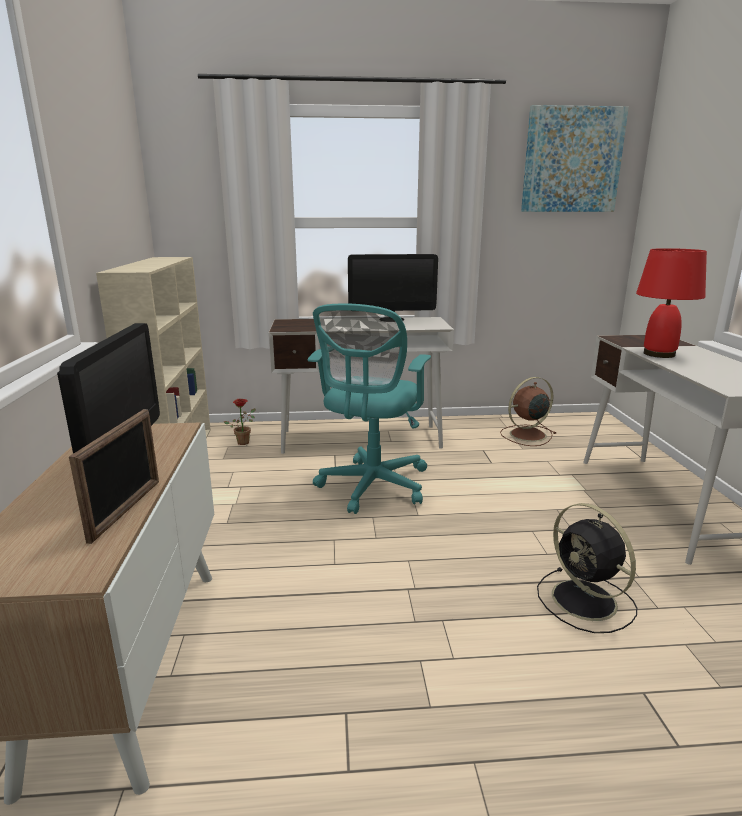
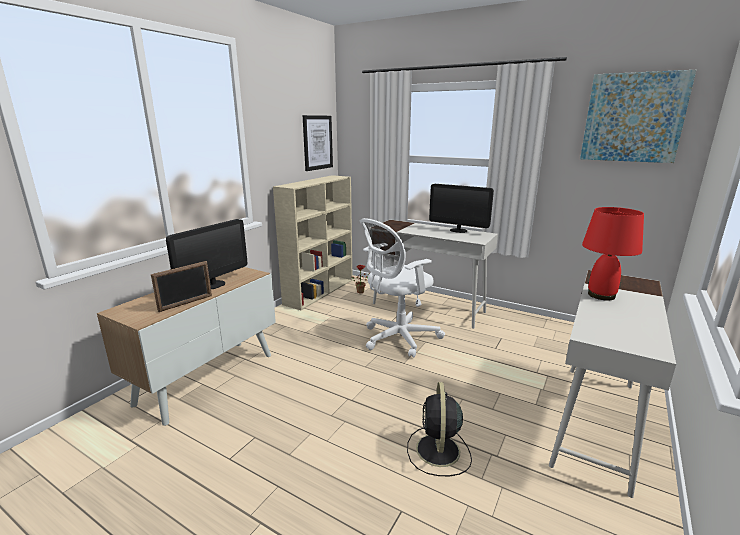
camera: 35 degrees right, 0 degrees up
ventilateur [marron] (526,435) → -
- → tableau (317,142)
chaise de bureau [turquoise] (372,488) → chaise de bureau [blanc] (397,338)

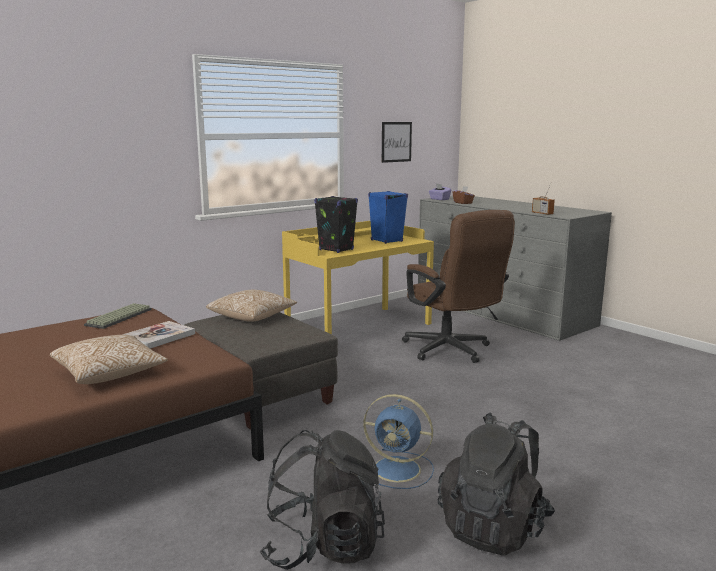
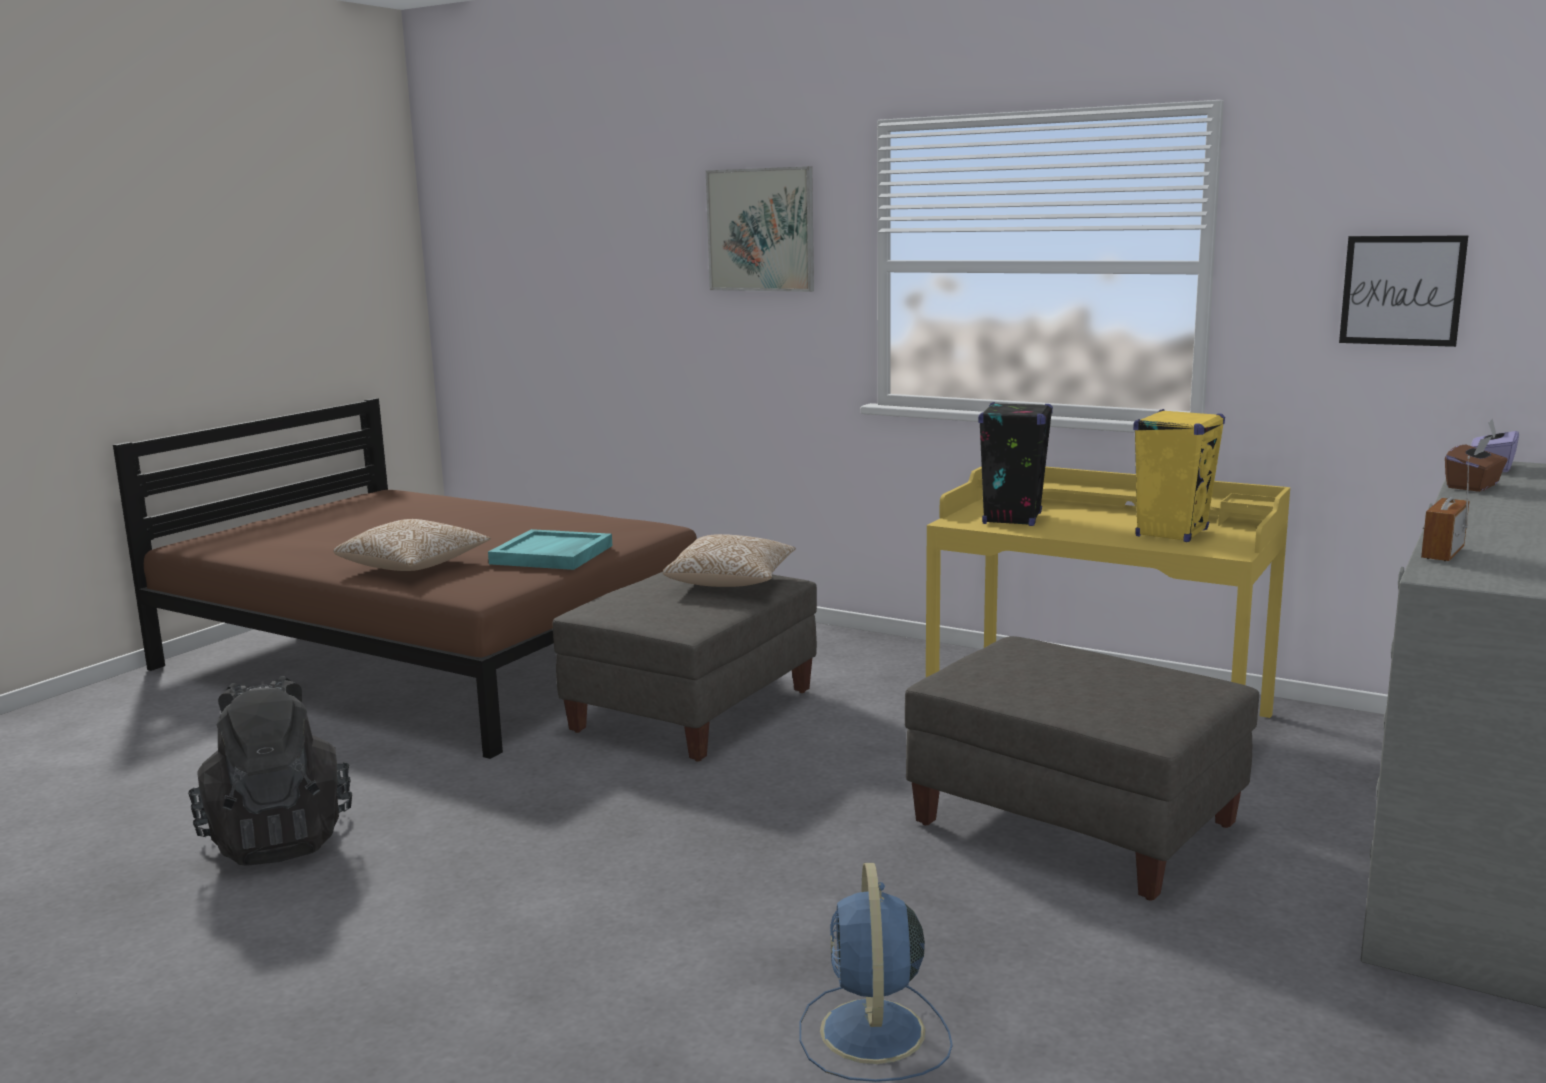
camera: 70 degrees right, 0 degrees up
clavier (119,317) → -
sac à dos [noir] (494,528) → -
- → tableau (761,230)
ventilateur [bleu] (399,470) → ventilateur [bleu] (873,1034), relocated
livre (159,336) → plateau [turquoise] (552,555)
chaise de bureau [marron] (452,351) → pouf [gris] (1074,825)
enceinte [bleu] (386,241) → enceinte [jaune] (1172,533)

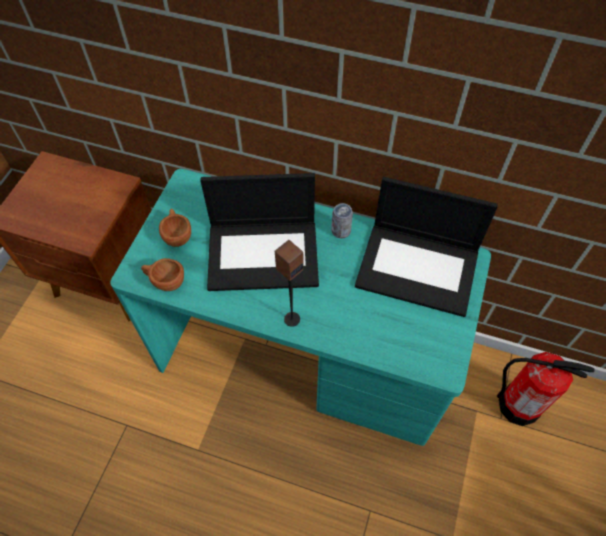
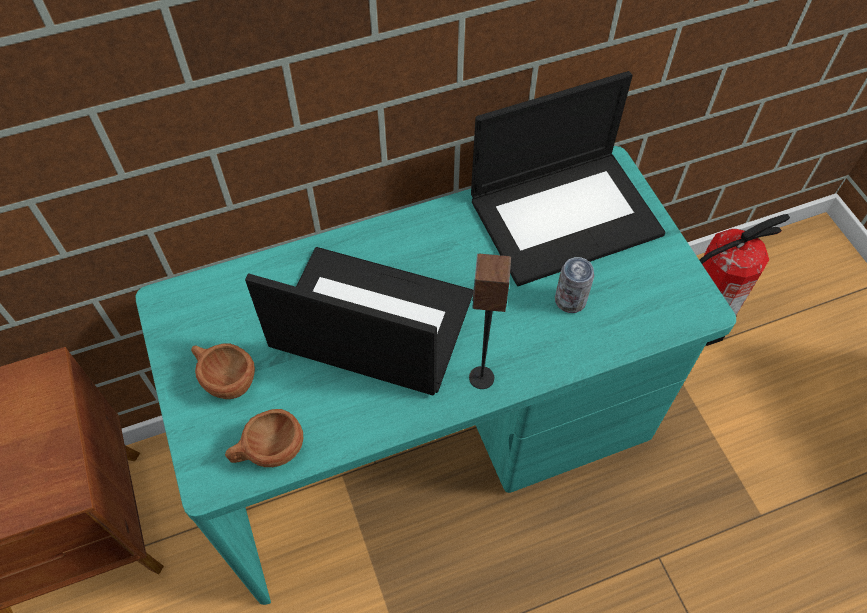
camera: 40 degrees left, 0 degrees up
boîte métallique (341,231) → boîte métallique (570,300), relocated
ordinateur portable (264,254) → ordinateur portable (369,322), 120 degrees counterclockwise

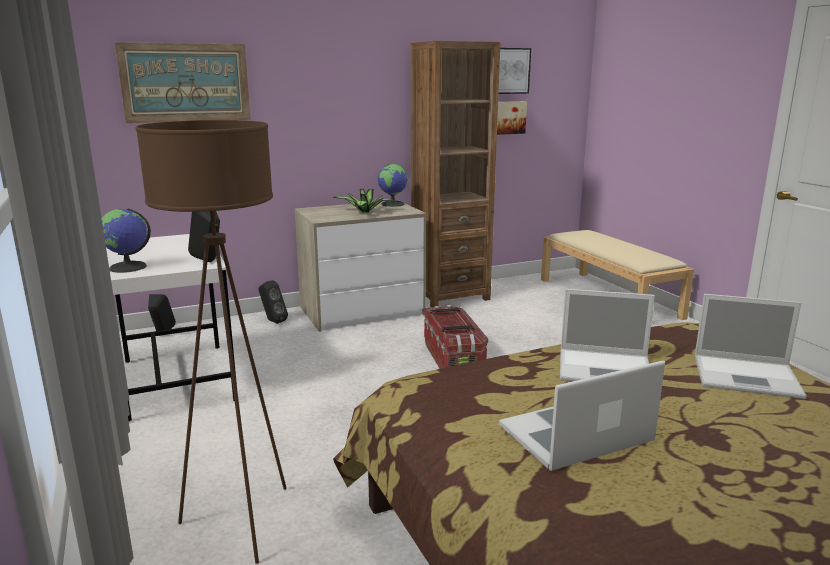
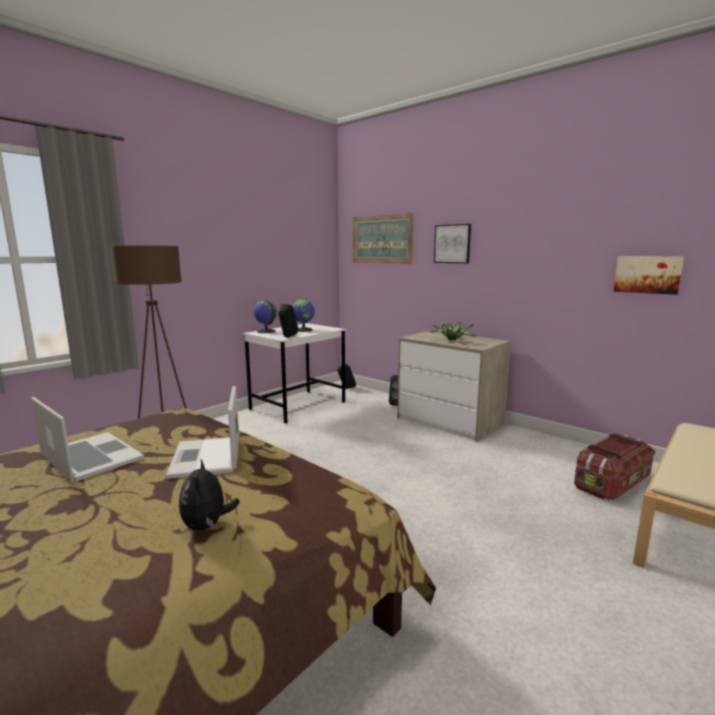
camera: 65 degrees right, 5 degrees down
bibliothèque [marron] (450,295) → -
globe (393,204) → globe (304,330), relocated
boîte de rangement (453,358) → boîte de rangement (612,483), relocated
tableau (509,71) → tableau (452,244), relocated
ordinateur portable (748,376) → peluche (207,525)

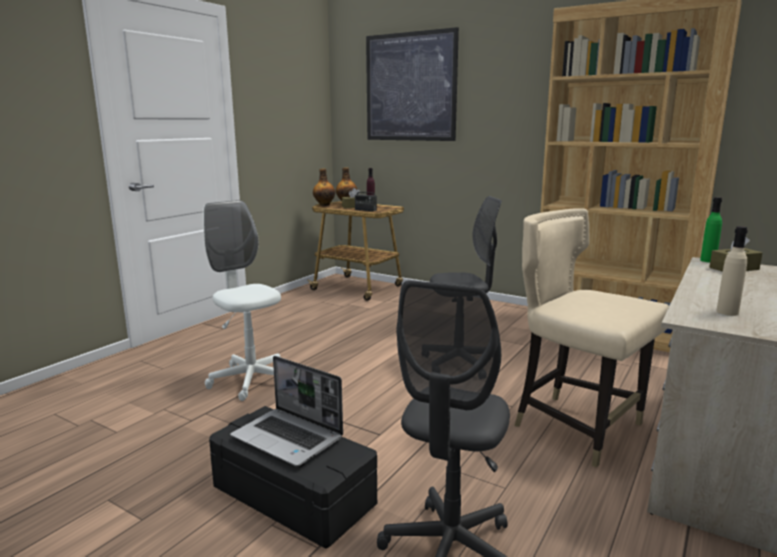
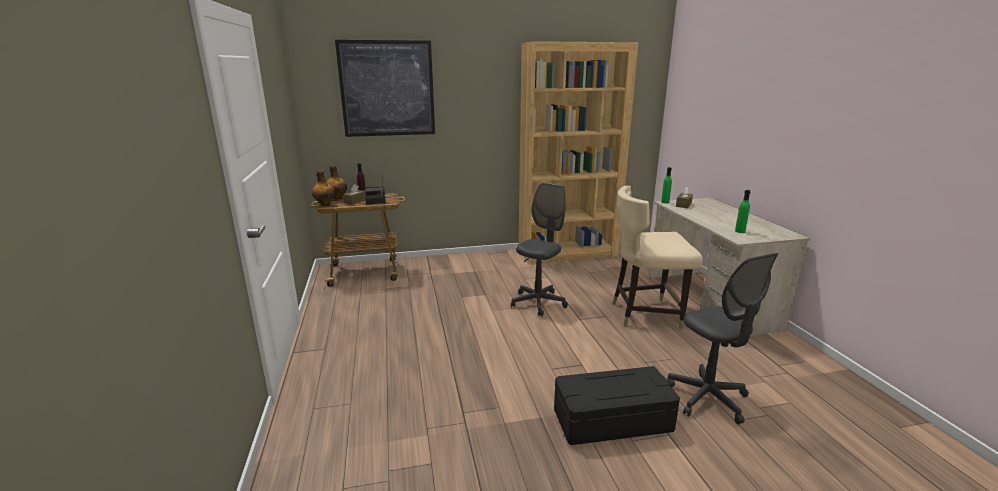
camera: 45 degrees left, 5 degrees up
chaise de bureau [blanc] (251,380) → -
ordinateur portable (289,438) → -
bouteille [beige] (727,312) → bouteille [vert] (740,231)

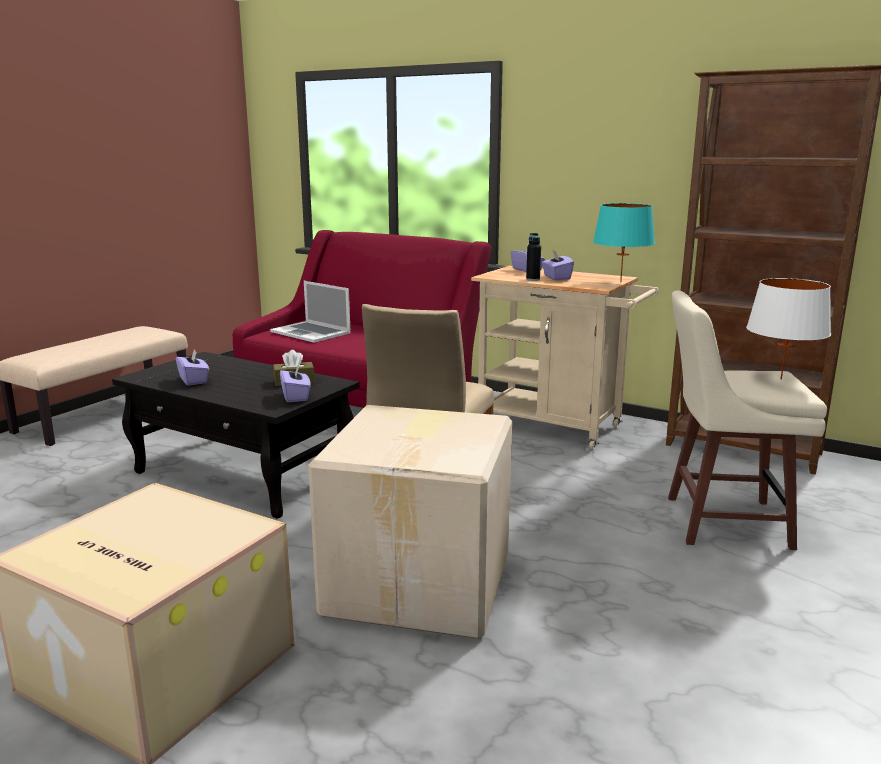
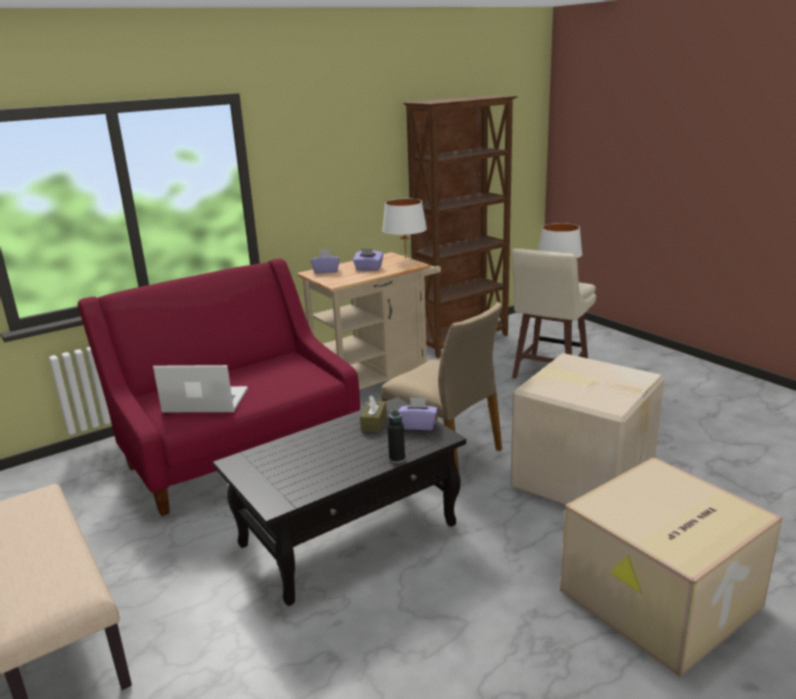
camera: 65 degrees left, 5 degrees up
boîte à mouchoirs [violet] (194,380) → -
bouteille [noir] (533,279) → bouteille [noir] (397,459), relocated
lampe de table [turquoise] (620,282) → lampe de table [blanc] (405,258)
ordinateur portable (311,332) → ordinateur portable (205,401), 150 degrees counterclockwise

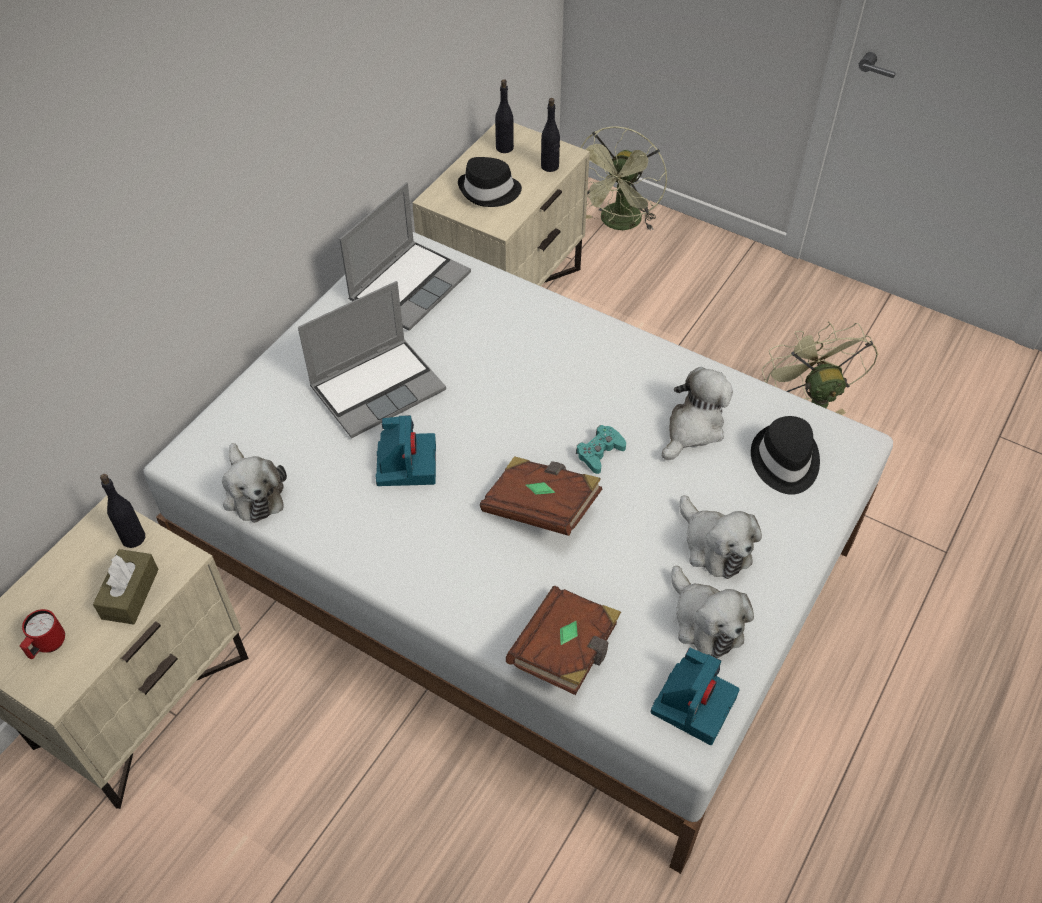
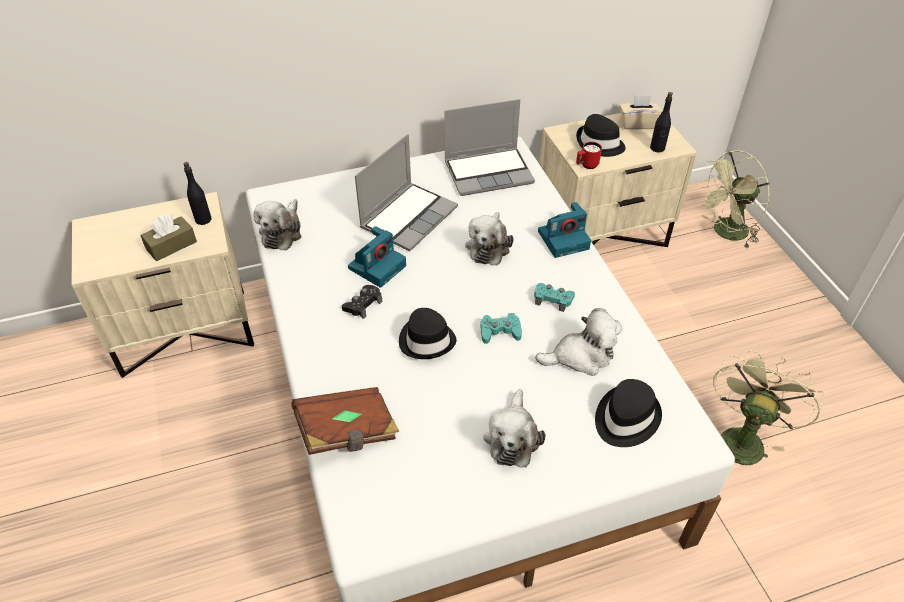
camera: 40 degrees right, 5 degrees down
- → manette [noir] (363,305)
- → manette [turquoise] (553,299)
mug [rouge] (47,646) → mug [rouge] (586,165), relocated
appareil photo (693,703) → appareil photo (564,239), relocated
peluche (705,622) → peluche (488,246), relocated
livre [marron] (541,507) → chapeau [noir] (427,340)
bouteille [noir] (504,147) → boîte à mouchoirs [beige] (637,124)
ordinateur portable (378,387) → ordinateur portable (408,217), 60 degrees counterclockwise

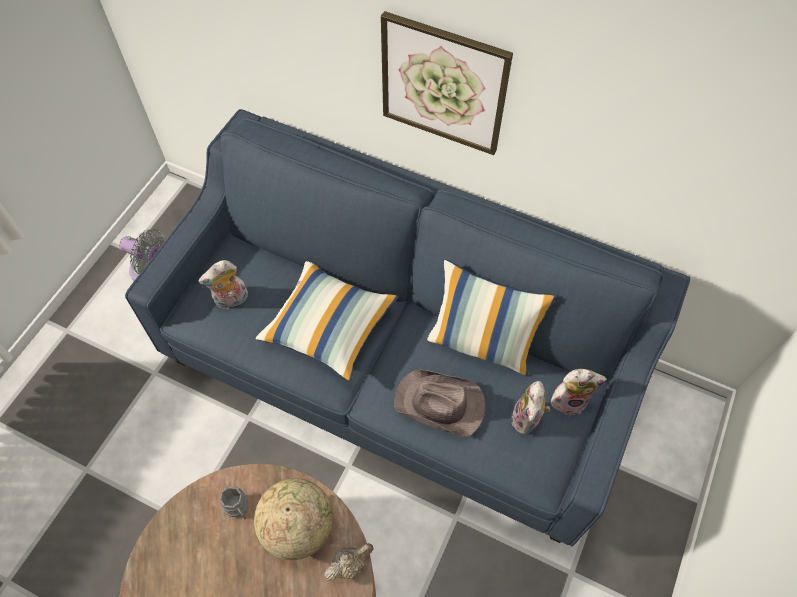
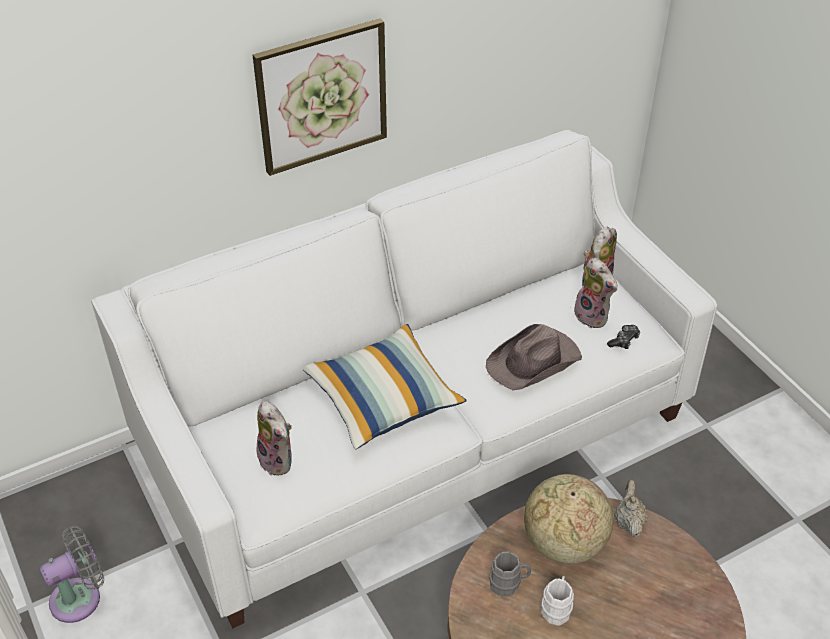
camera: 55 degrees left, 15 degrees down
coussin (482,343) → -
- → mug [blanc] (557,607)
- → manette (624,340)
canapé [bleu] (399,365) → canapé [blanc] (414,433)
peluche (231,300) → peluche (279,460), 45 degrees counterclockwise

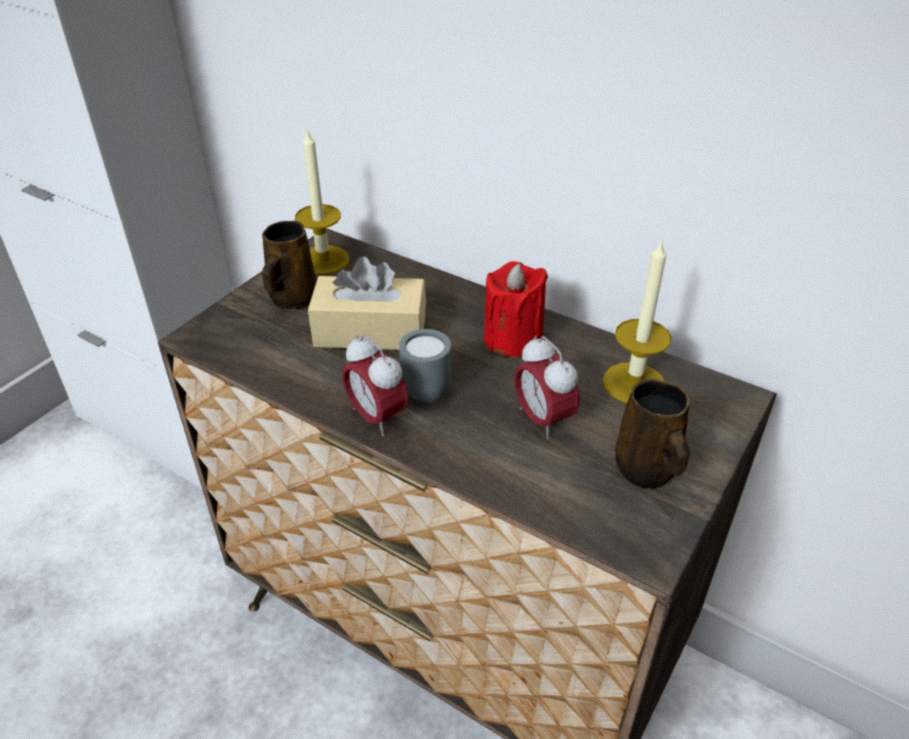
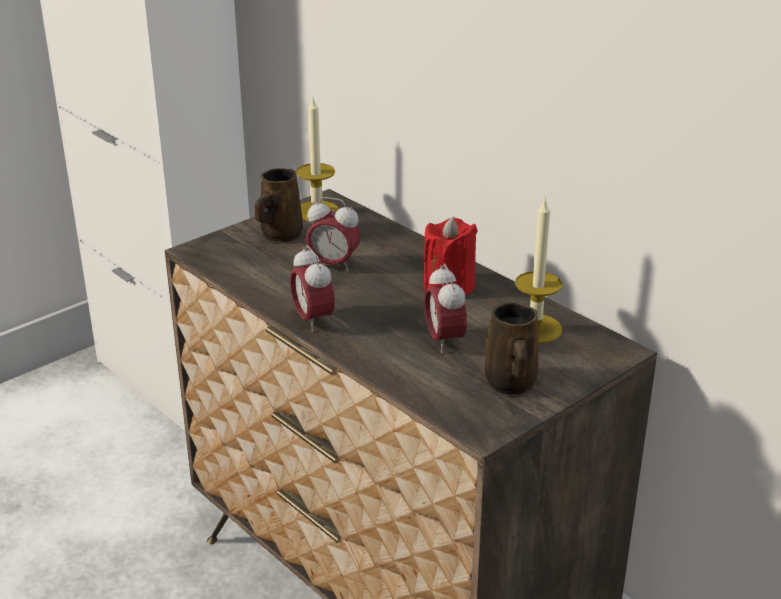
camera: 15 degrees right, 10 degrees down
mug [gris] (430,389) → -
boîte à mouchoirs [beige] (370,331) → réveil (333,265)

